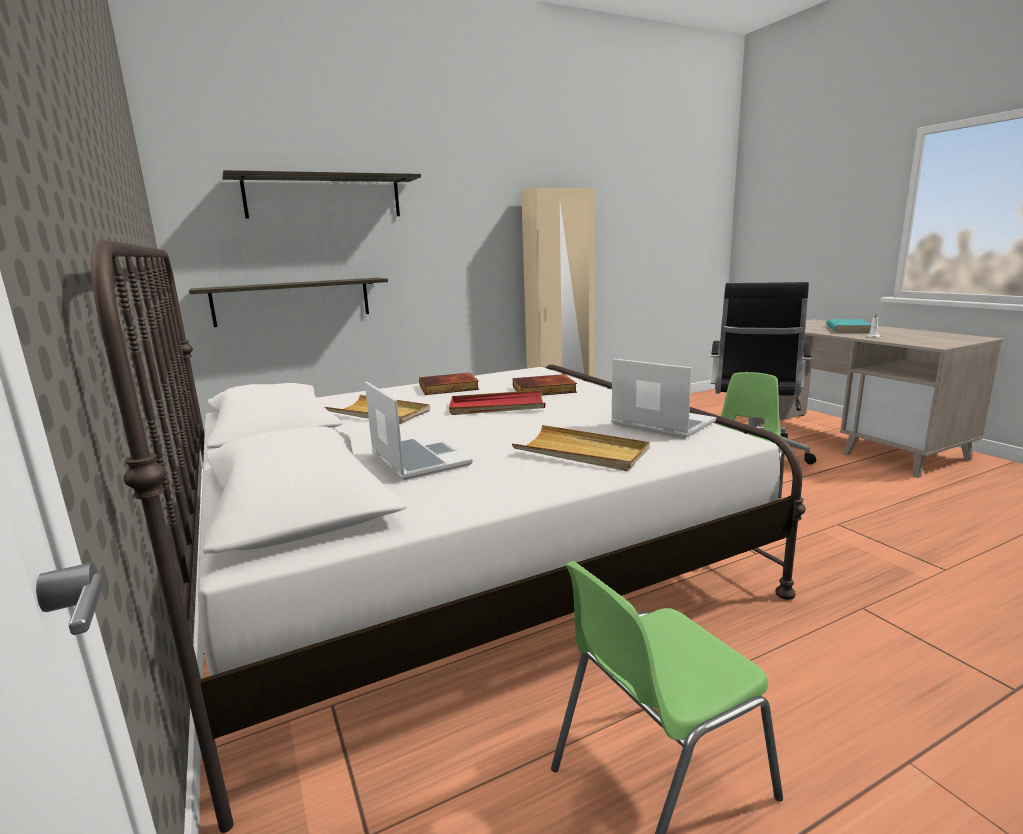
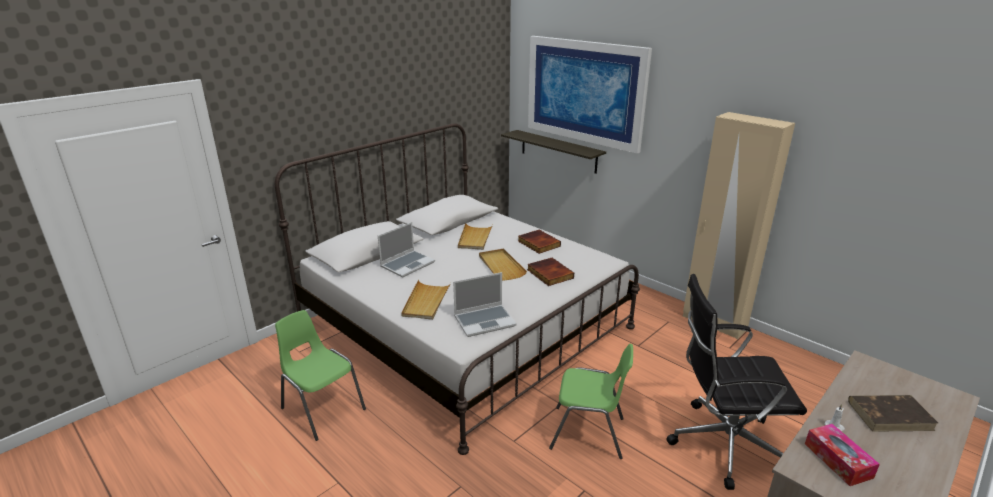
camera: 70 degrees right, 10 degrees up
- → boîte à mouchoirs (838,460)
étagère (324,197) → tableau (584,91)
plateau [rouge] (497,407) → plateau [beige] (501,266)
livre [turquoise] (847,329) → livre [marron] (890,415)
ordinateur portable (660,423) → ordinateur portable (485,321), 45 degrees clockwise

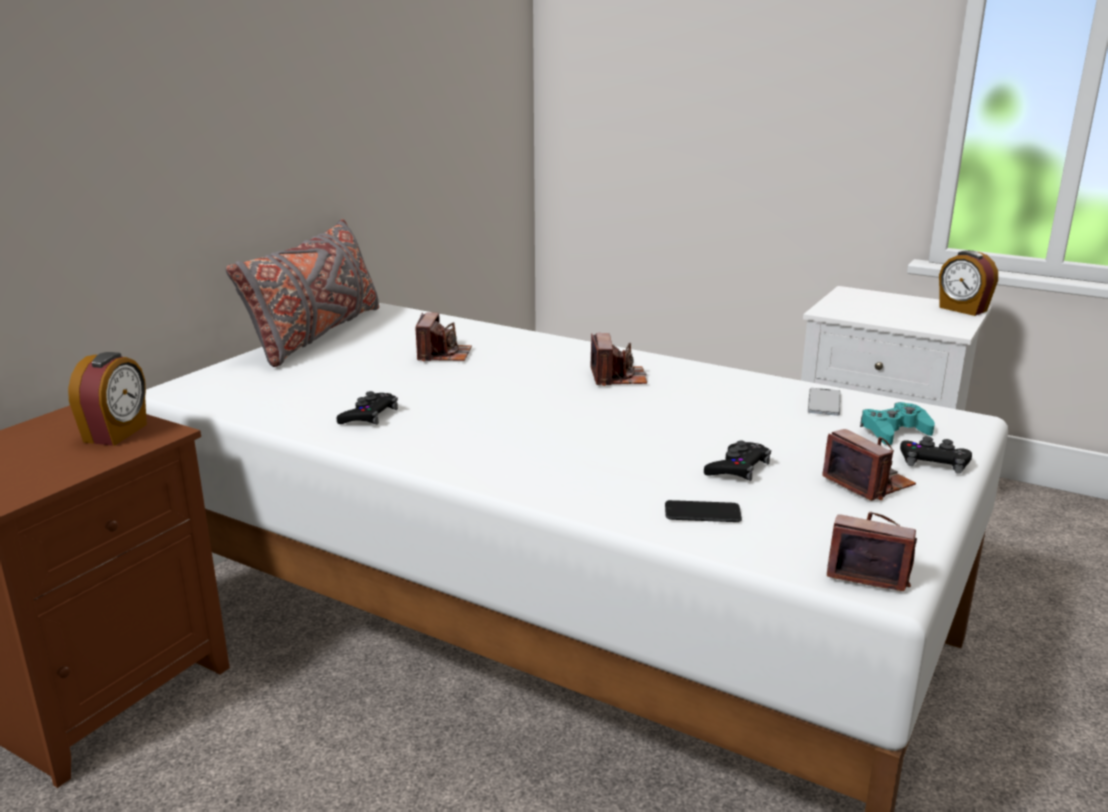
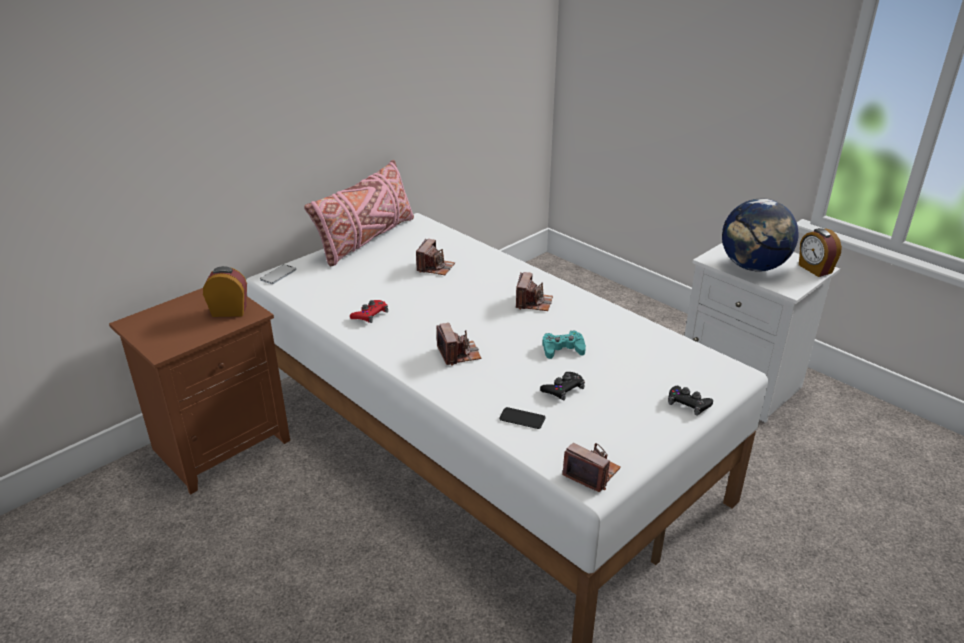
camera: 15 degrees right, 10 degrees up
- → globe (753,267)
téléphone (824,403) → téléphone (278,275), relocated
appareil photo (868,483) → appareil photo (458,354), relocated
manette [turquoise] (894,431) → manette [turquoise] (562,349), relocated
coussin [gris] (316,335) → coussin [rose] (365,240)
manette [noir] (369,416) → manette [rouge] (370,315)
réveil (117,433) → réveil (229,311), 120 degrees counterclockwise

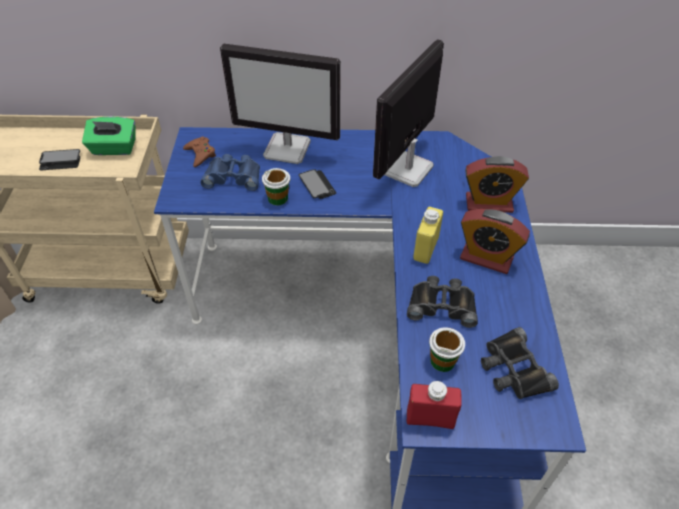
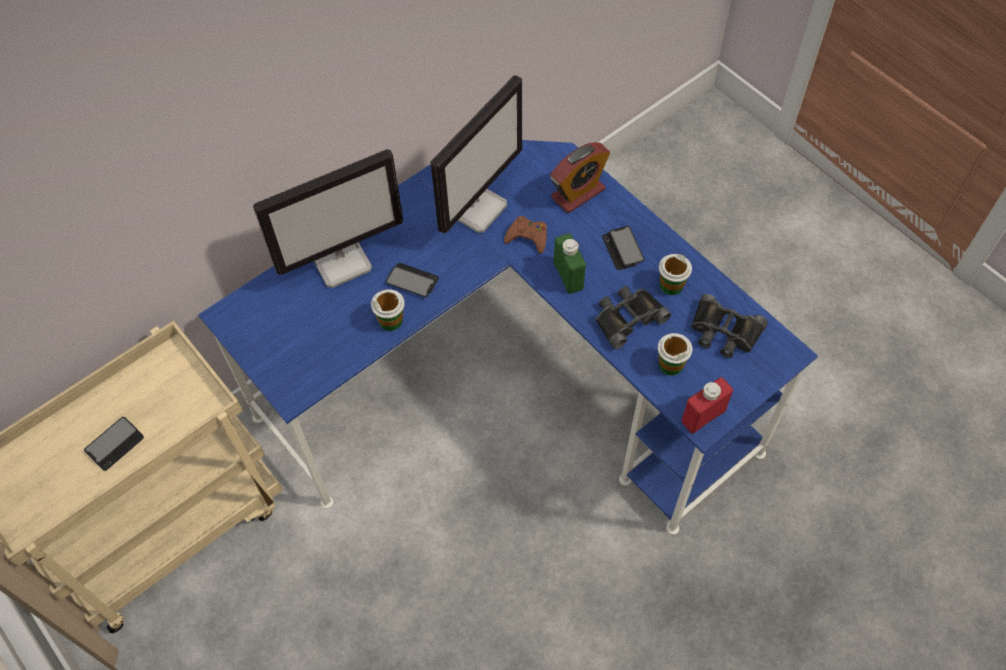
camera: 40 degrees left, 10 degrees up
boîte à mouchoirs [vert] (114,148) → -
jumelles [bleu] (233,176) → -
- → tasse (671,285)
manette [marron] (200,154) → manette [marron] (527,237), relocated
réveil (486,258) → téléphone (622,249)
bouteille [jaune] (426,248) → bouteille [vert] (568,276)
écran d'ordinateur (406,170) → écran d'ordinateur (476,207), 135 degrees counterclockwise

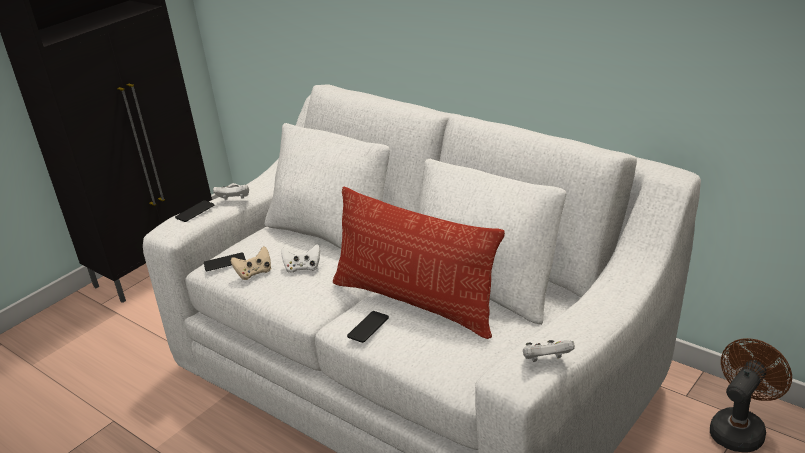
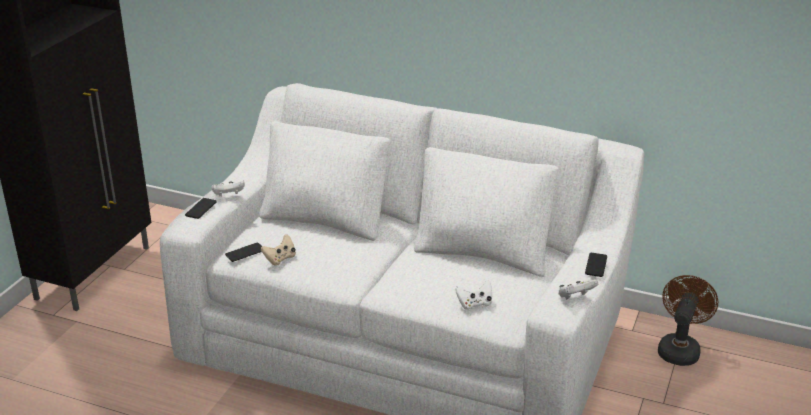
camera: 20 degrees left, 0 degrees up
coussin (415,302) → -
manette [blanc] (302,268) → manette [blanc] (474,304), relocated
téléphone (368,327) → téléphone (596,265), relocated

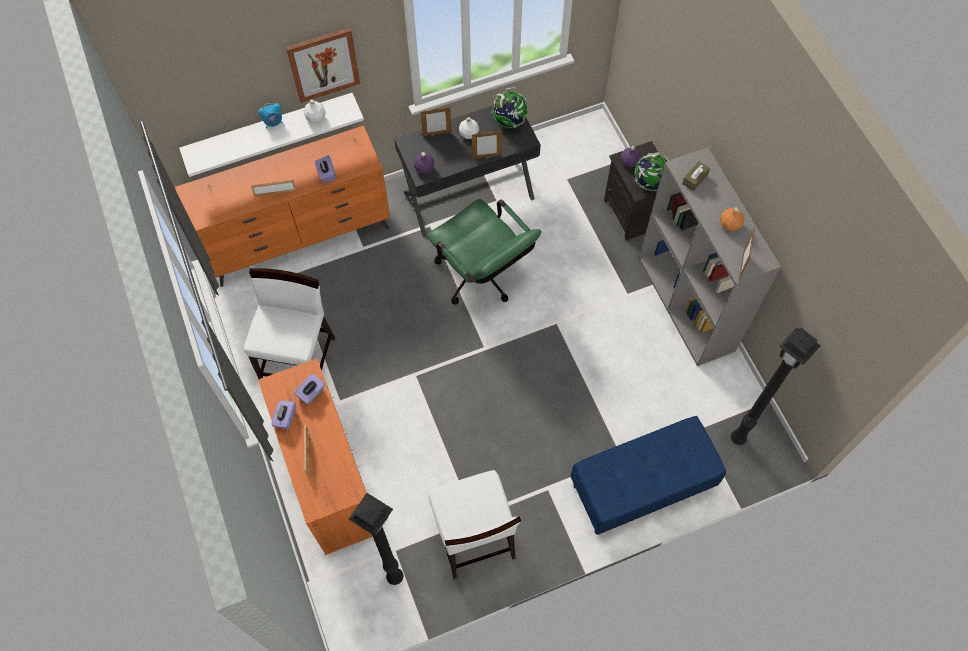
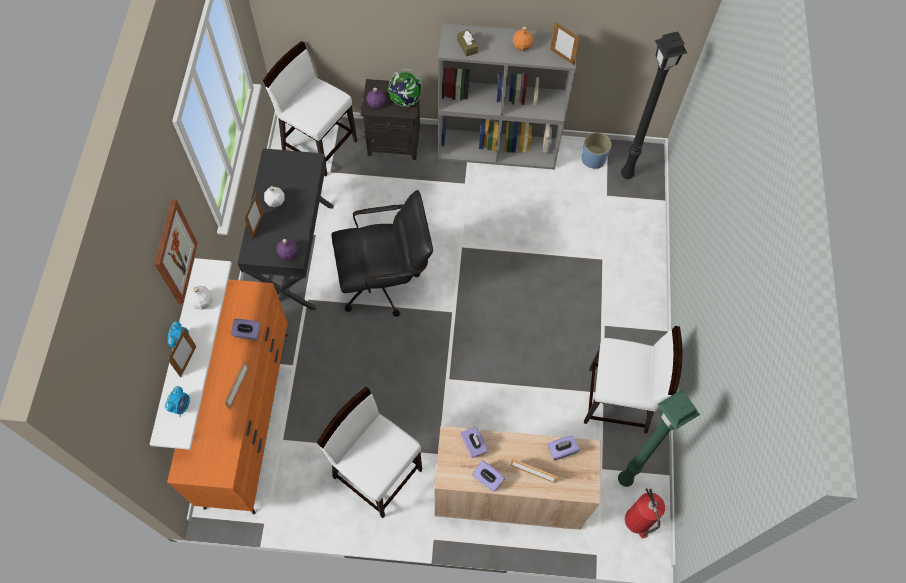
camera: 65 degrees left, 0 degrees up
globe (509,121) → -
banc [bleu] (641,487) → -
- → réveil (181,406)
- → chaise [blanc] (319,144)
- → boîte à mouchoirs [violet] (561,450)
- → cache-pot [bleu] (593,159)
- → extincteur (638,521)
cadre photo (486,156) → cadre photo (188,361), relocated
meuble de rangement [orange] (330,477) → meuble de rangement [beige] (509,494)
lampadaire [noir] (393,577) → lampadaire [vert] (624,481)
chaise de bureau [vert] (483,277) → chaise de bureau [noir] (385,281)

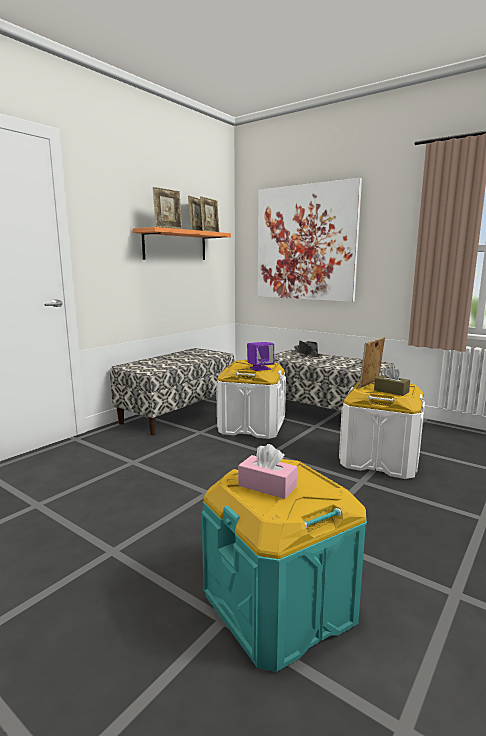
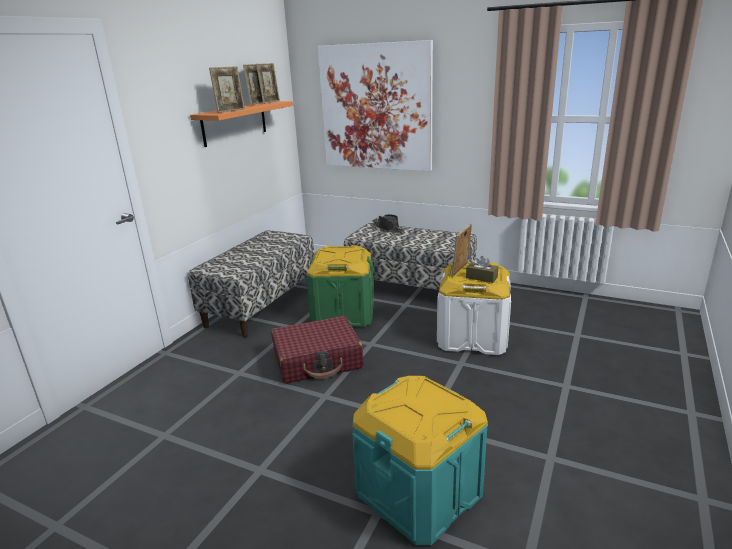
camera: 10 degrees left, 10 degrees up
boîte à mouchoirs [rose] (267,486) → -
enceinte [violet] (260,368) → -
- → valise [rouge] (318,360)
boîte de rangement [blanc] (251,427) → boîte de rangement [vert] (343,313)

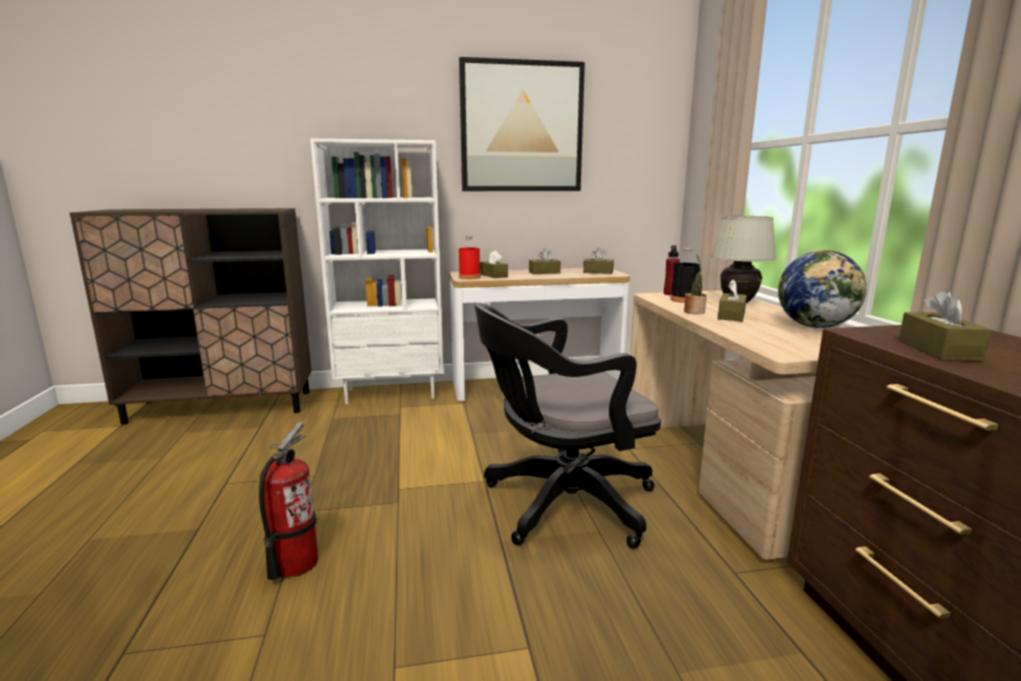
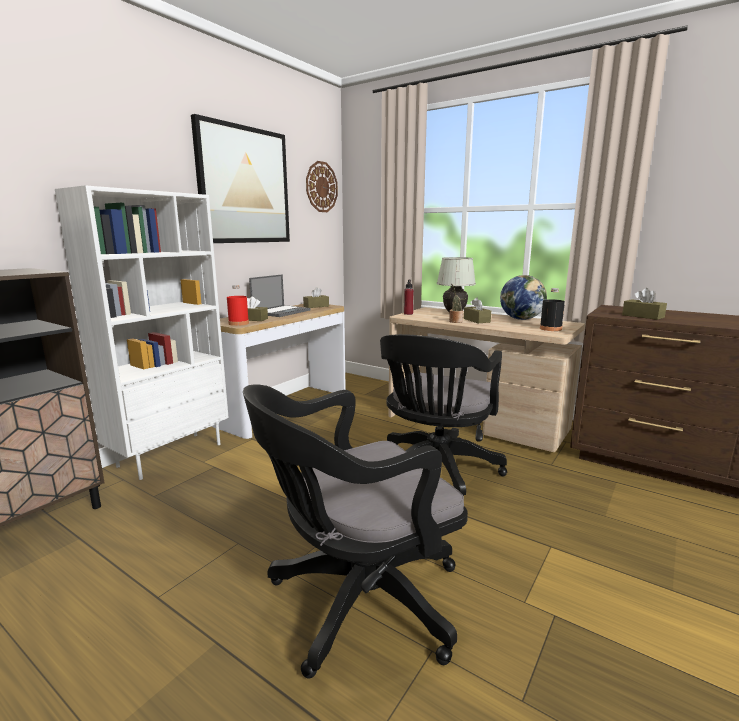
camera: 45 degrees left, 0 degrees up
- → horloge murale (321,187)
bouteille [noir] (684,300) → bouteille [noir] (550,329), relocated
extincteur (294,563) → chaise de bureau [noir] (357,602)
boîte à mouchoirs [marron] (544,272) → ordinateur portable (281,311)

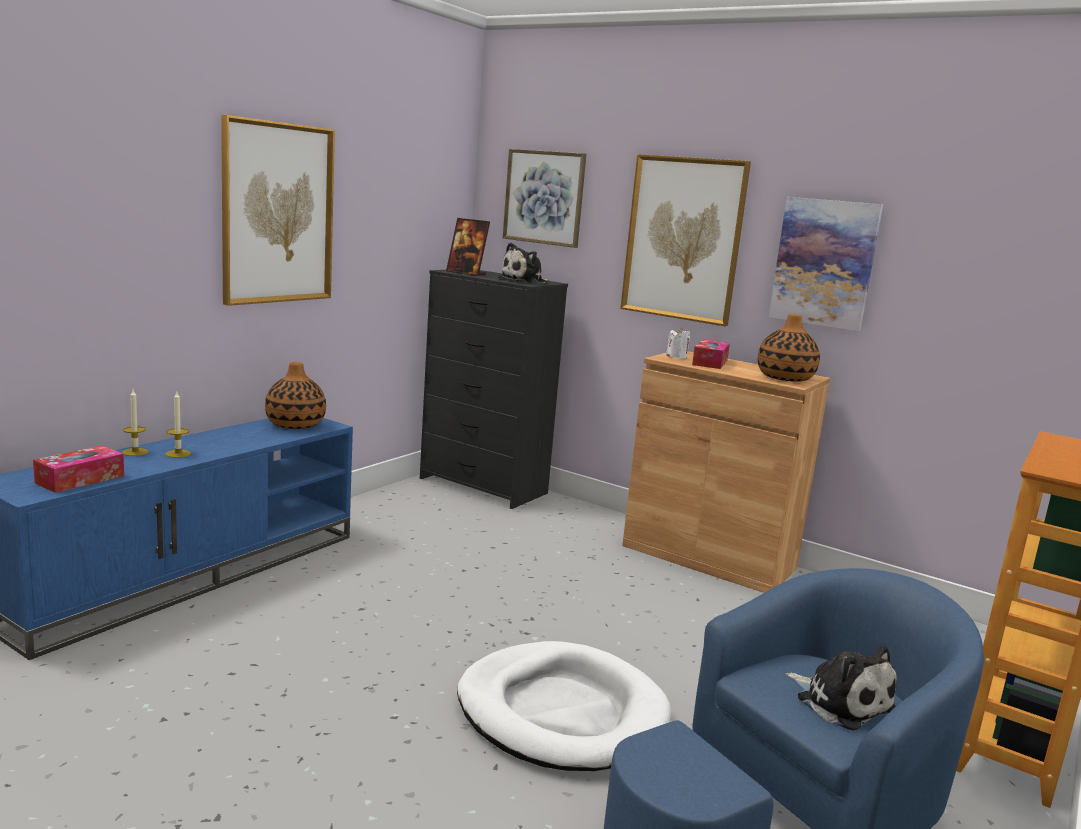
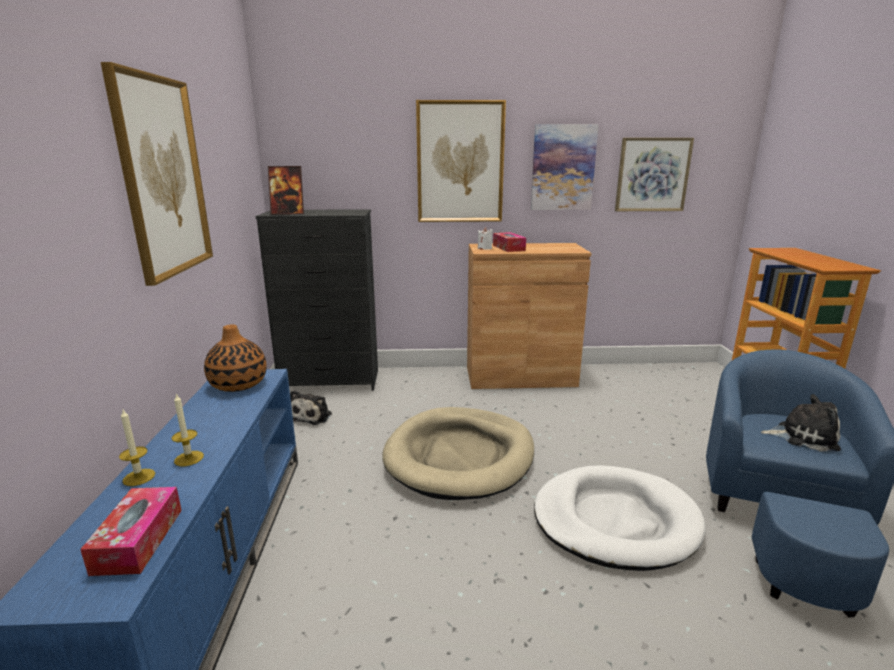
camera: 35 degrees left, 5 degrees up
vase (785,378) → -
- → panier pour chien [beige] (460,456)
peluche (525,281) → peluche (313,416), relocated
tableau (544,197) → tableau (652,175), relocated

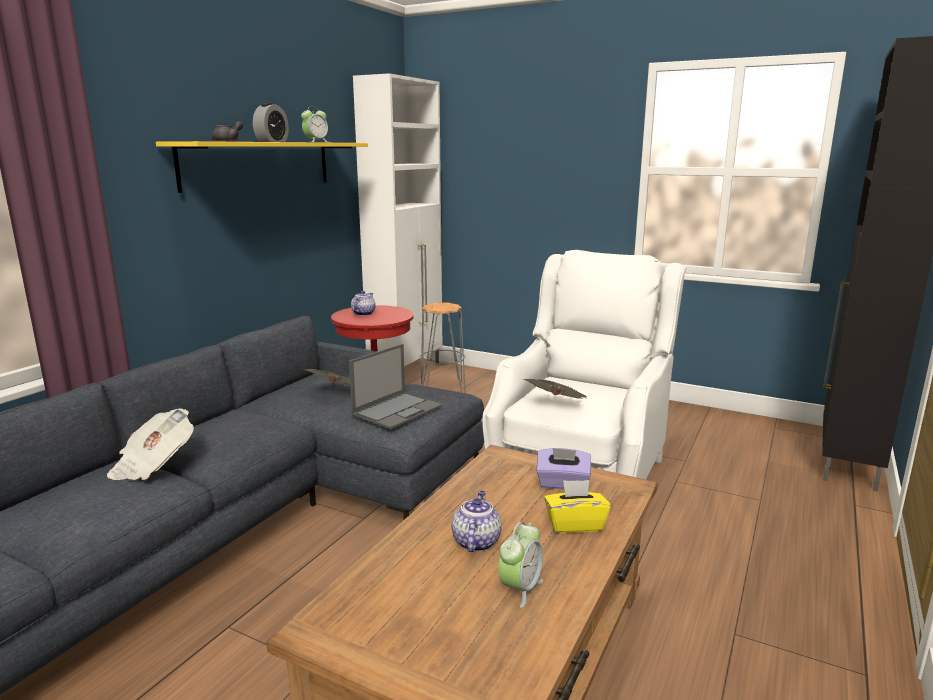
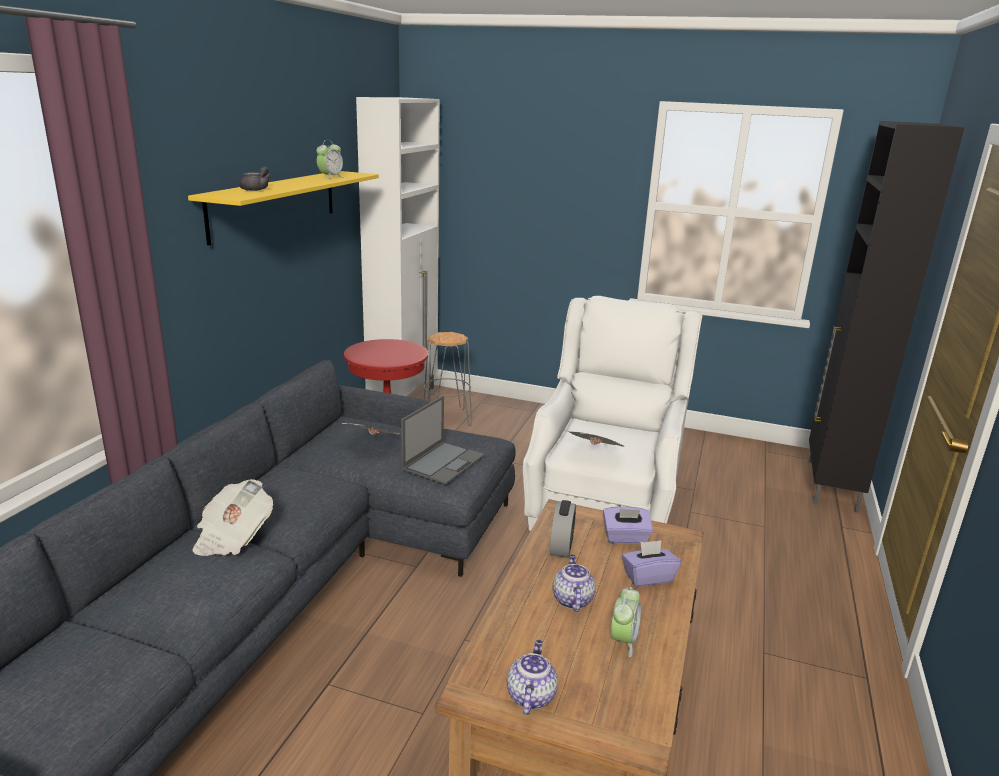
camera: 10 degrees left, 5 degrees up
réveil (272,141) → réveil (561,547), relocated
théière (363,313) → théière (530,695), relocated
boîte à mouchoirs [jaune] (575,524) → boîte à mouchoirs [violet] (648,577)

